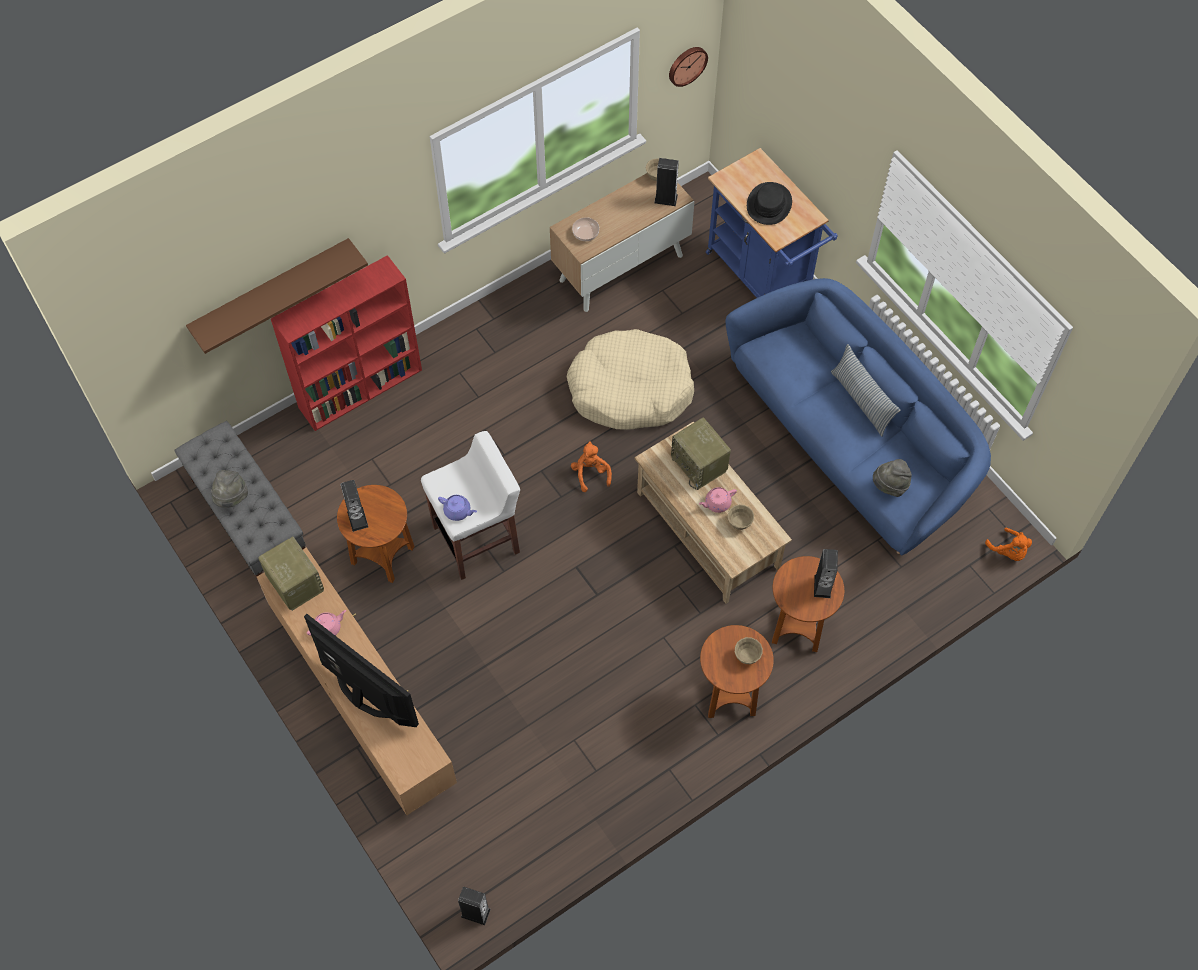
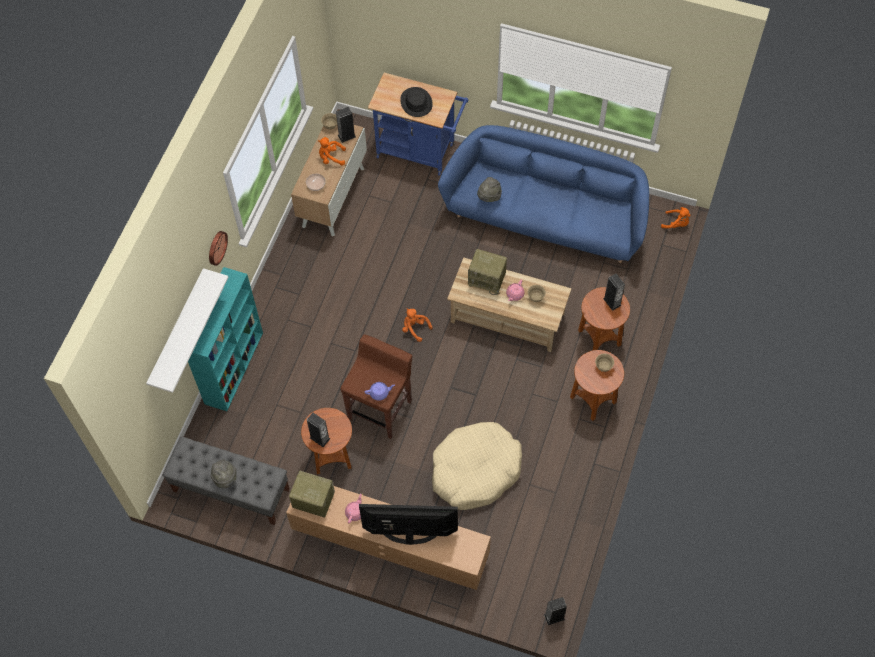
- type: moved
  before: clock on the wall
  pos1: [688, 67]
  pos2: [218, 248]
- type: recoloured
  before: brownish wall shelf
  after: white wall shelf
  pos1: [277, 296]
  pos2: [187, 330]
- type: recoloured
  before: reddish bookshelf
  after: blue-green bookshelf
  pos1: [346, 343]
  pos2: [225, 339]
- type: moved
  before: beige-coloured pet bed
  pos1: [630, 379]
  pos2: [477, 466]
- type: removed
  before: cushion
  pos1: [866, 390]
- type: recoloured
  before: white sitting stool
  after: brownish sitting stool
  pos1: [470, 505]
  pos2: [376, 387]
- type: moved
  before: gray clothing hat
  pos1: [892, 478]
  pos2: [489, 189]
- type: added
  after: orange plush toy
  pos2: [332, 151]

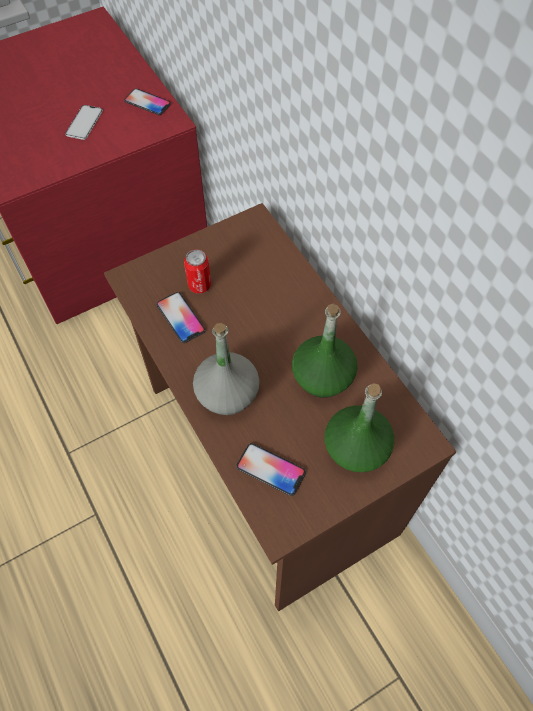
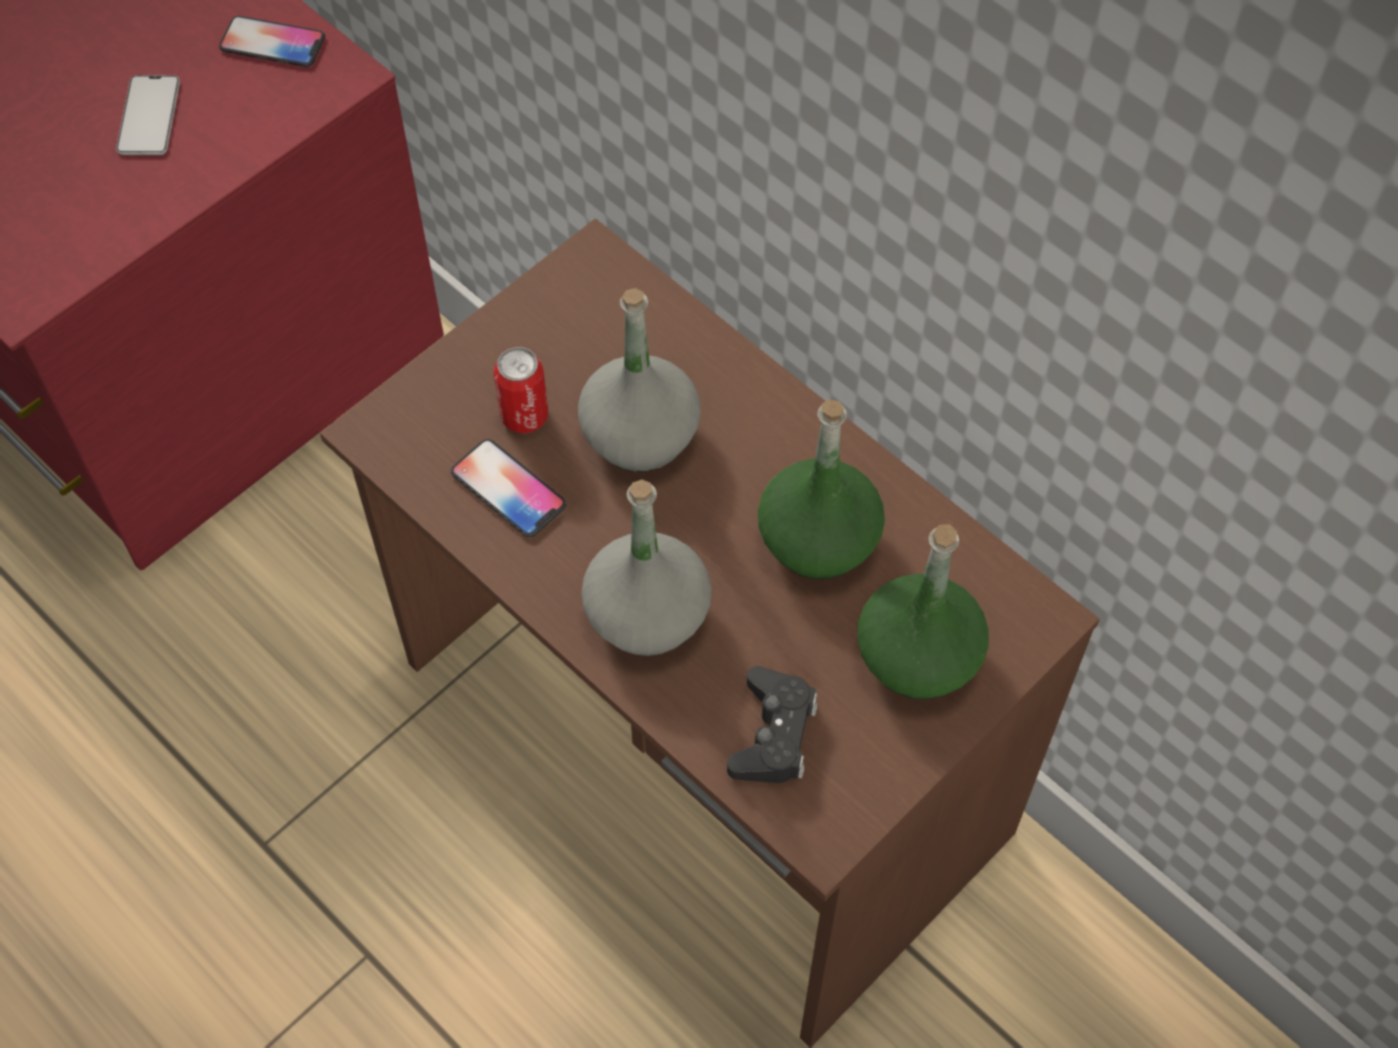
- type: replaced
  before: handset
  after: black gamepad
  pos1: [271, 469]
  pos2: [772, 724]
- type: added
  after: gray drink bottle
  pos2: [639, 380]

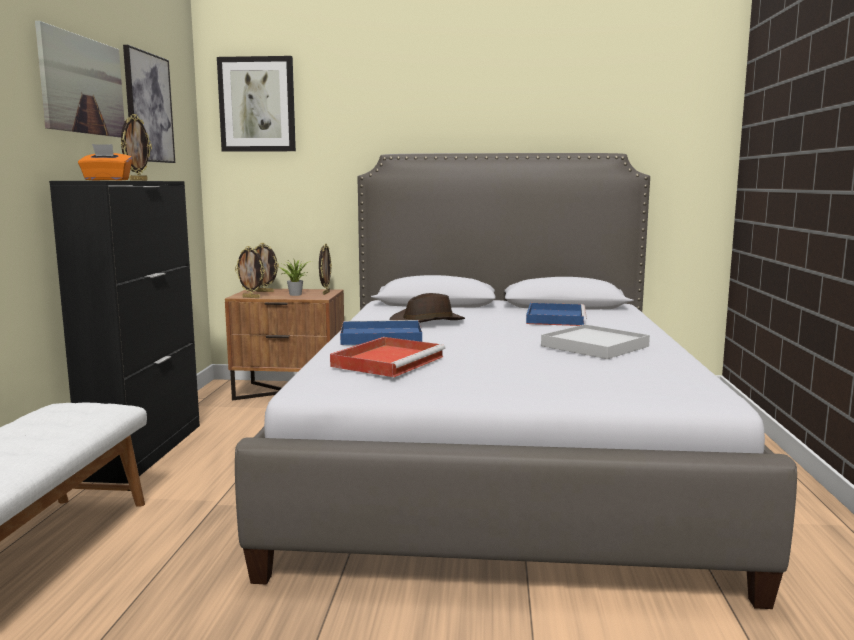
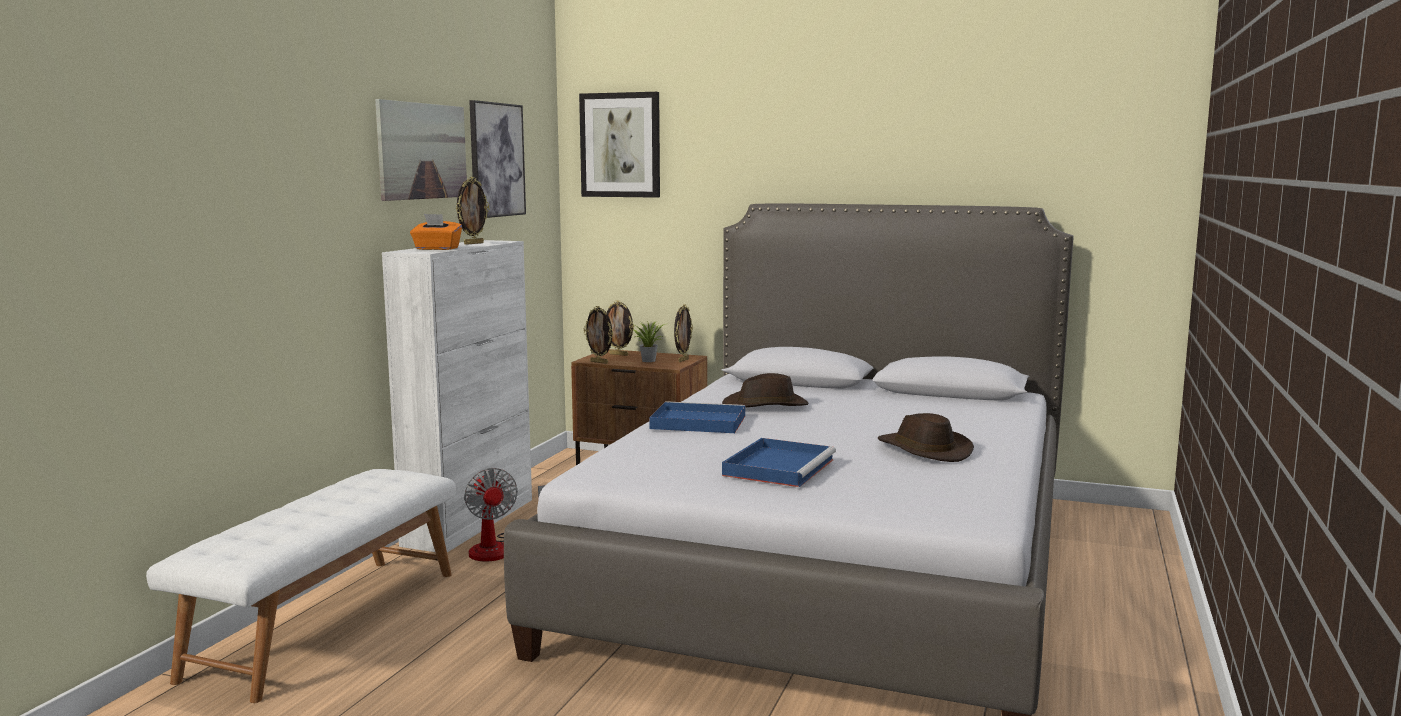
- type: recoloured
  before: black storage cabinet
  after: white storage cabinet
  pos1: [124, 332]
  pos2: [457, 396]
- type: moved
  before: blue carrying tray
  pos1: [556, 314]
  pos2: [779, 462]
- type: replaced
  before: white carrying tray
  after: brownish clothing hat
  pos1: [595, 341]
  pos2: [926, 437]
- type: removed
  before: reddish carrying tray
  pos1: [387, 357]
- type: added
  after: electric fan
  pos2: [504, 515]

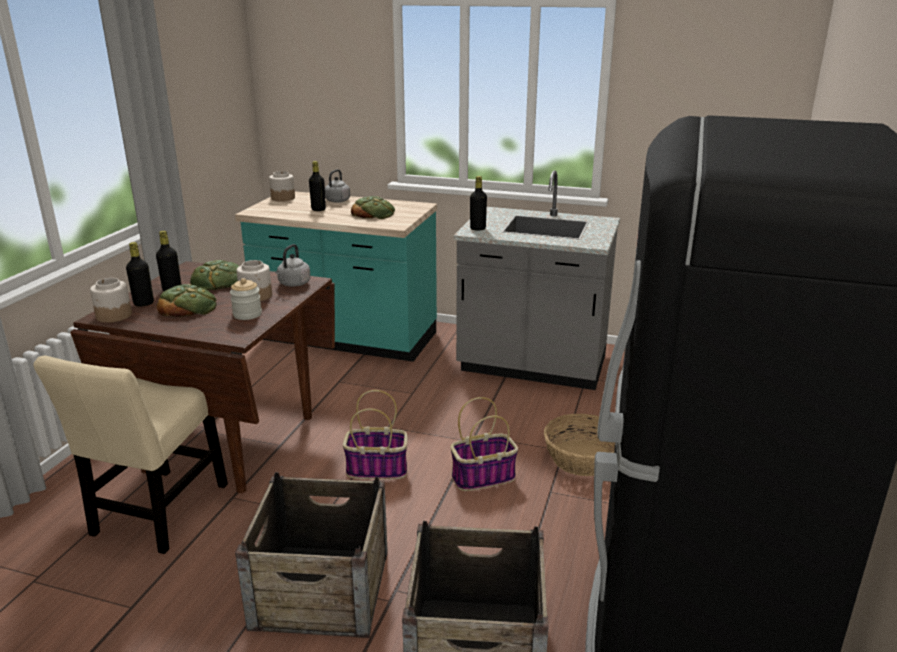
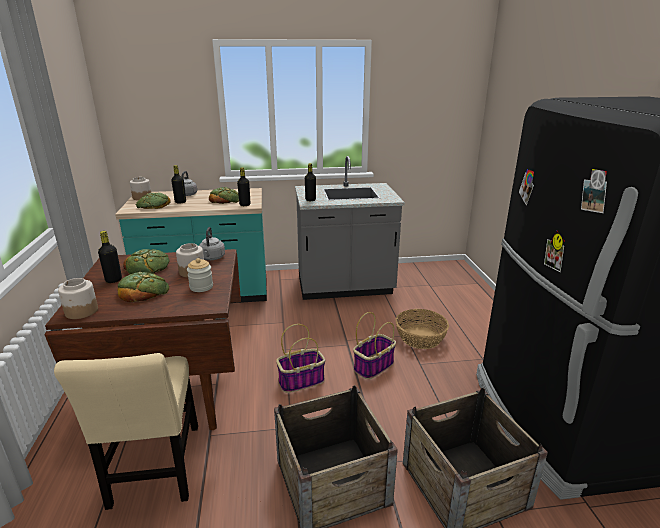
- type: moved
  before: black drink bottle
  pos1: [140, 274]
  pos2: [243, 186]
- type: added
  after: bread
  pos2: [153, 200]

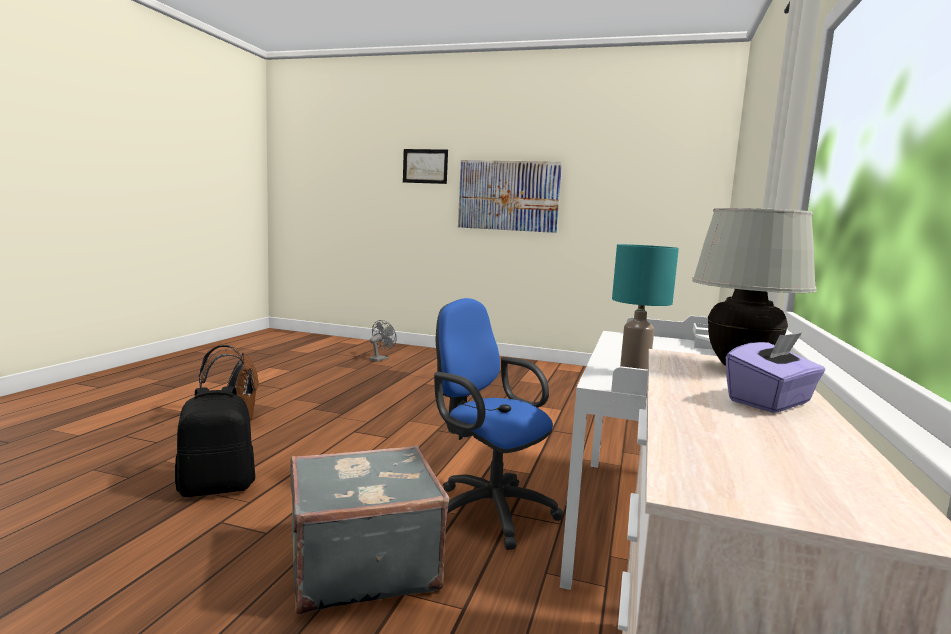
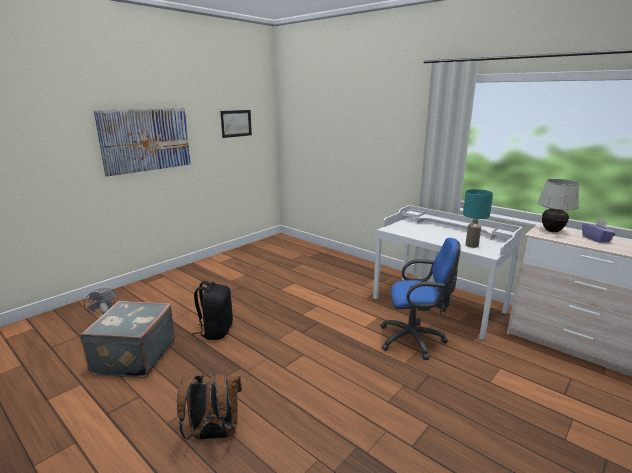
- type: moved
  before: wall picture
  pos1: [425, 166]
  pos2: [236, 124]
- type: turned
  before: blue office chair
  pos1: [498, 424]
  pos2: [420, 299]
  turn: -150
- type: moved
  before: black knapsack
  pos1: [215, 441]
  pos2: [213, 310]
- type: moved
  before: gray travel case
  pos1: [369, 530]
  pos2: [127, 339]

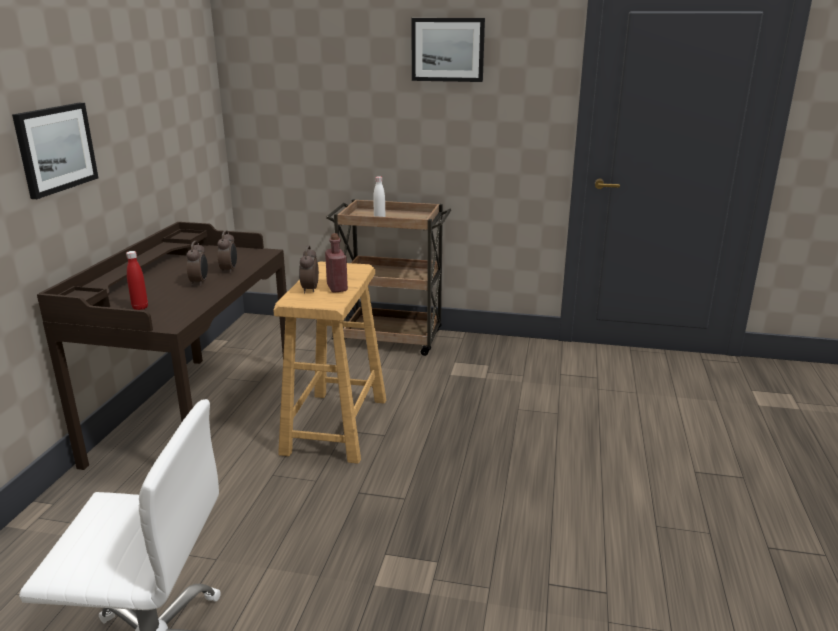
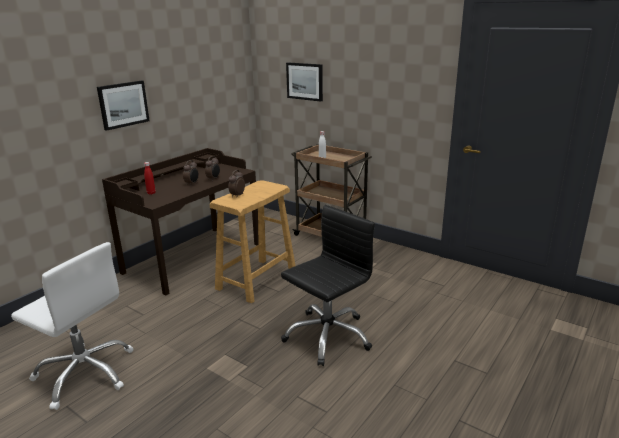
- type: moved
  before: wall picture
  pos1: [448, 50]
  pos2: [304, 82]
- type: removed
  before: reddish drink bottle
  pos1: [336, 263]
- type: added
  after: black office chair
  pos2: [328, 285]

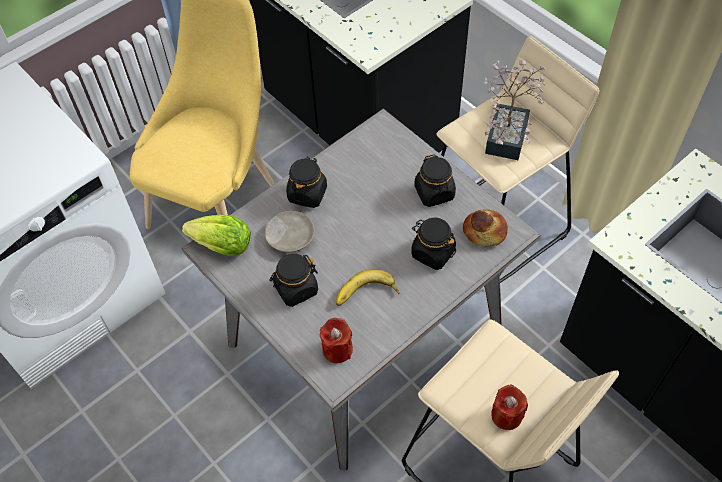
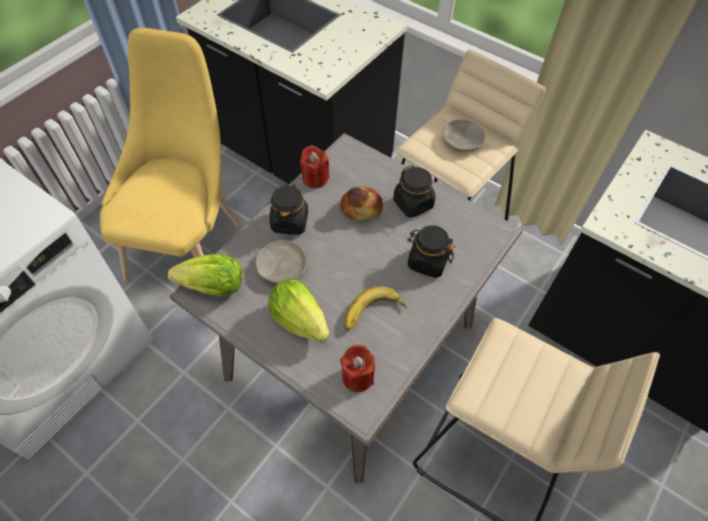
- type: replaced
  before: houseplant
  after: beige-coloured plate
  pos1: [515, 110]
  pos2: [463, 136]
- type: moved
  before: bread
  pos1: [485, 228]
  pos2: [361, 204]
- type: replaced
  before: black preserve jar
  after: lettuce
  pos1: [293, 280]
  pos2: [299, 311]
- type: moved
  before: reddish candle
  pos1: [509, 407]
  pos2: [314, 166]

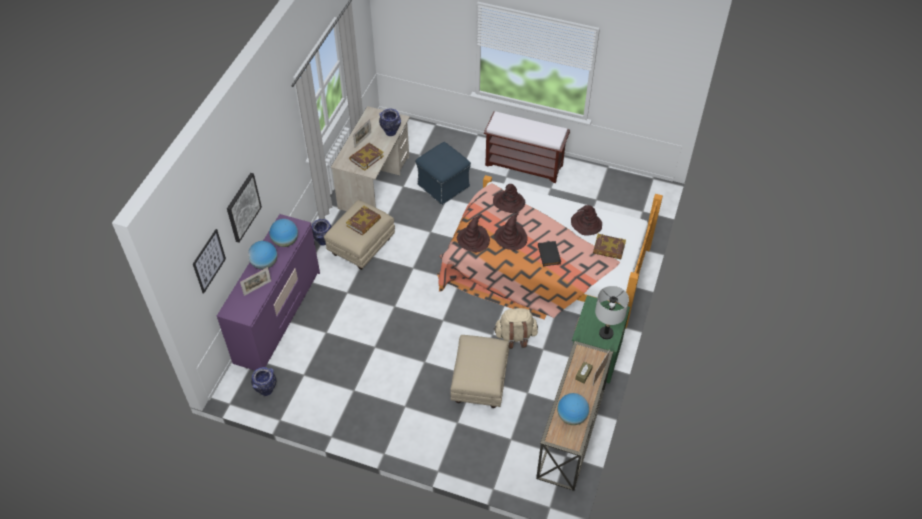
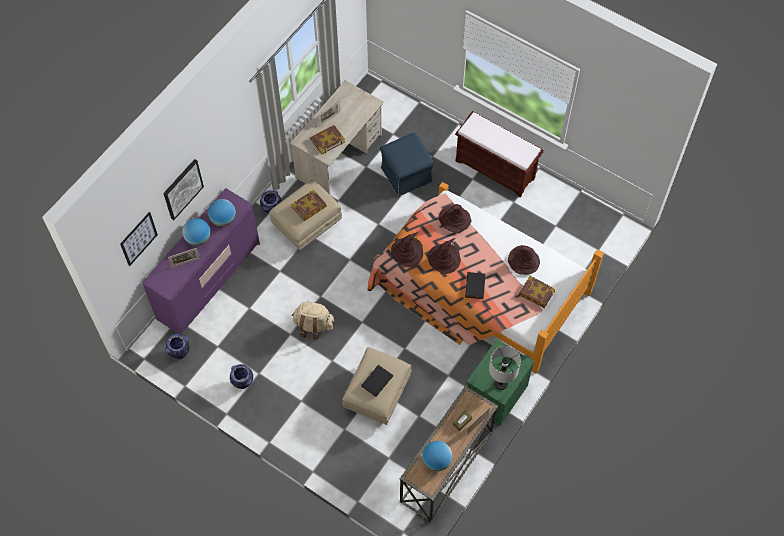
- type: moved
  before: decorative vase
  pos1: [390, 122]
  pos2: [241, 376]
- type: moved
  before: beige-coloured knapsack
  pos1: [516, 328]
  pos2: [313, 320]
- type: added
  after: black book
  pos2: [377, 381]

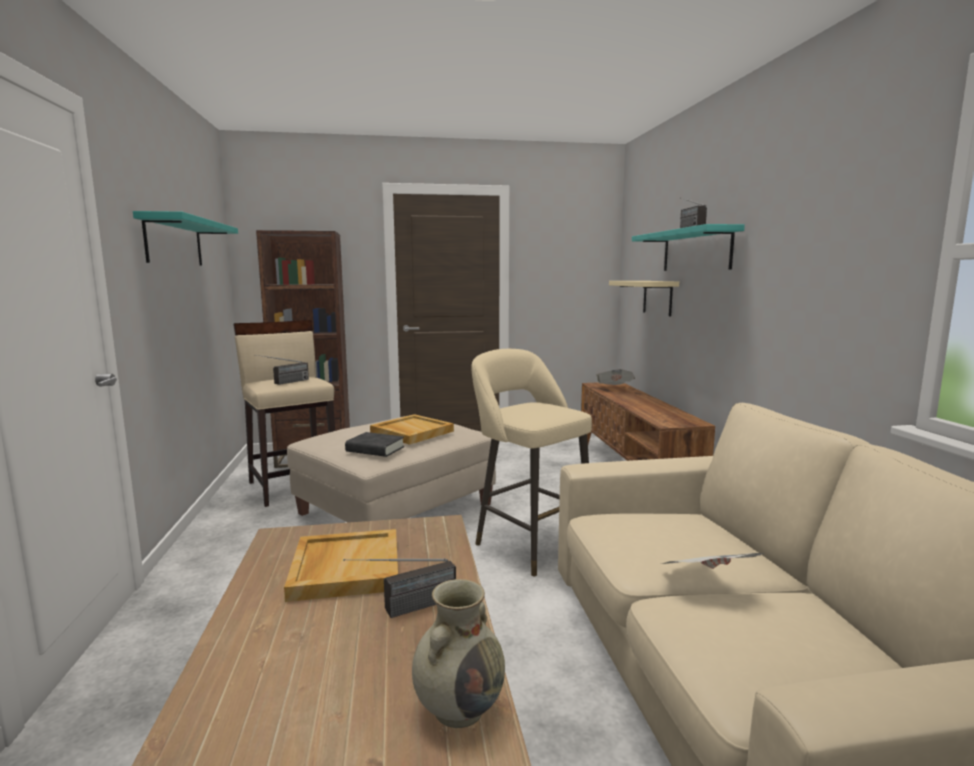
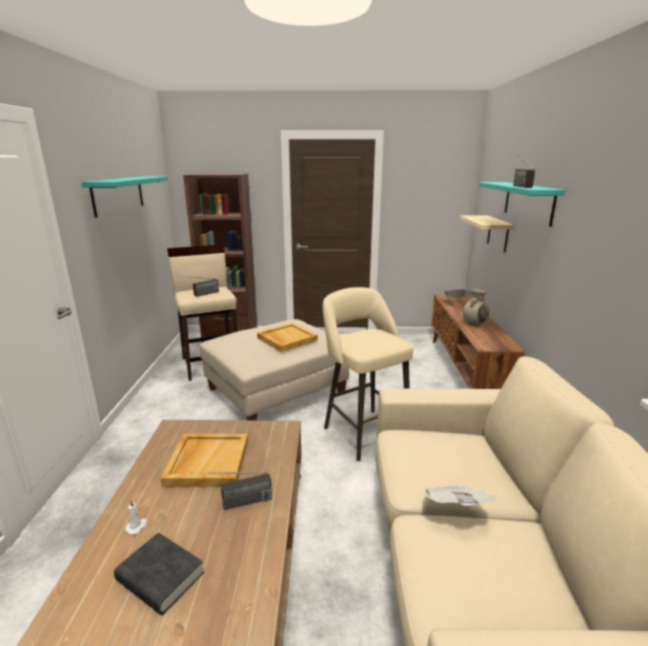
- type: moved
  before: black book
  pos1: [374, 444]
  pos2: [159, 573]
- type: moved
  before: beige-coloured decorative vase
  pos1: [458, 653]
  pos2: [476, 307]
- type: added
  after: white candle
  pos2: [136, 517]

